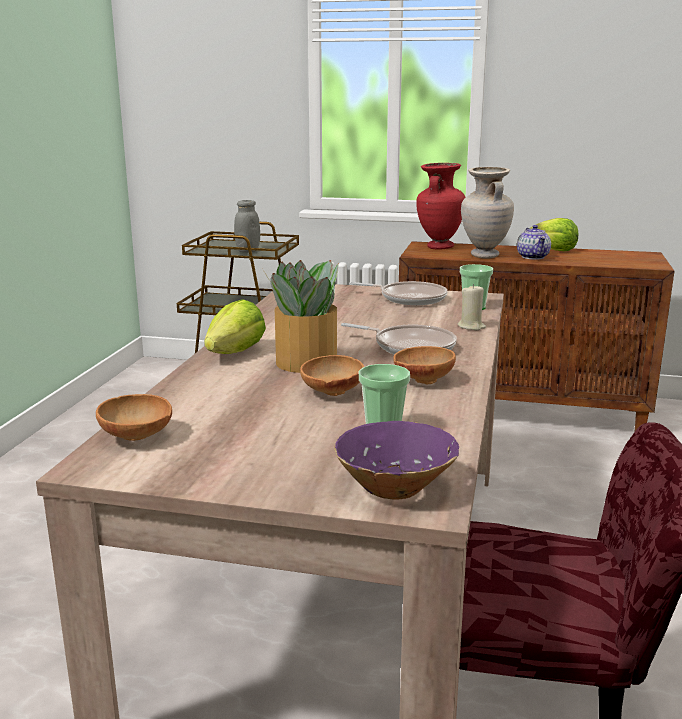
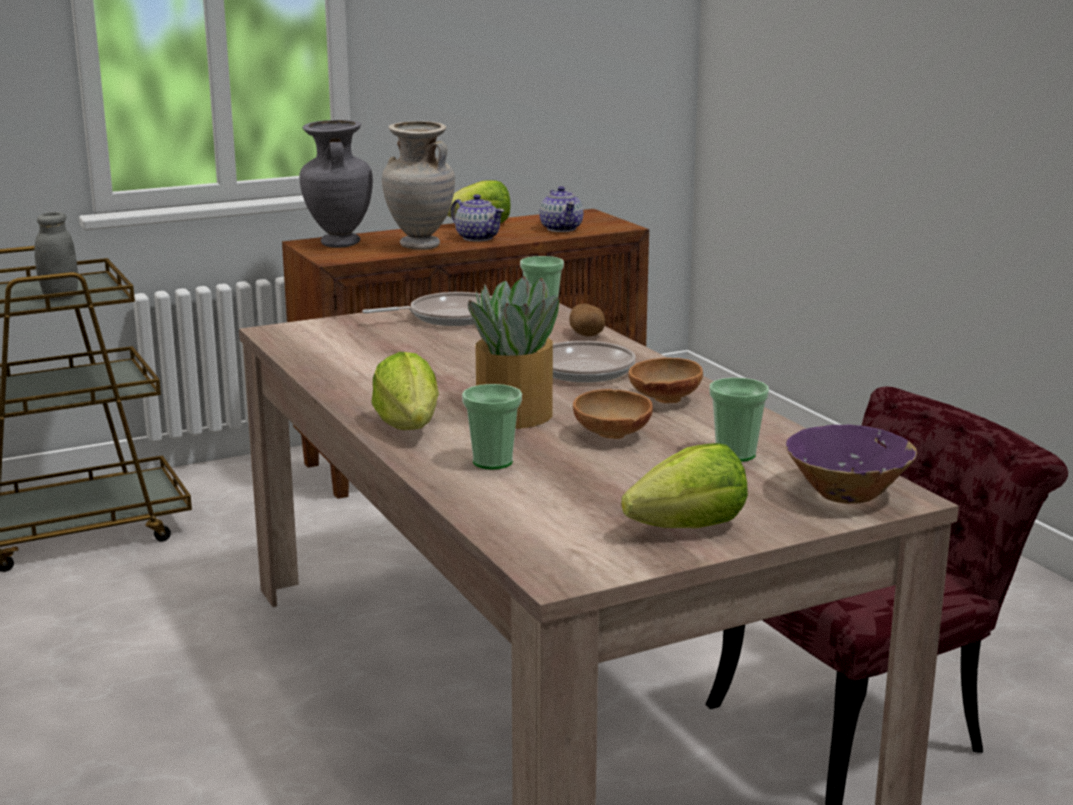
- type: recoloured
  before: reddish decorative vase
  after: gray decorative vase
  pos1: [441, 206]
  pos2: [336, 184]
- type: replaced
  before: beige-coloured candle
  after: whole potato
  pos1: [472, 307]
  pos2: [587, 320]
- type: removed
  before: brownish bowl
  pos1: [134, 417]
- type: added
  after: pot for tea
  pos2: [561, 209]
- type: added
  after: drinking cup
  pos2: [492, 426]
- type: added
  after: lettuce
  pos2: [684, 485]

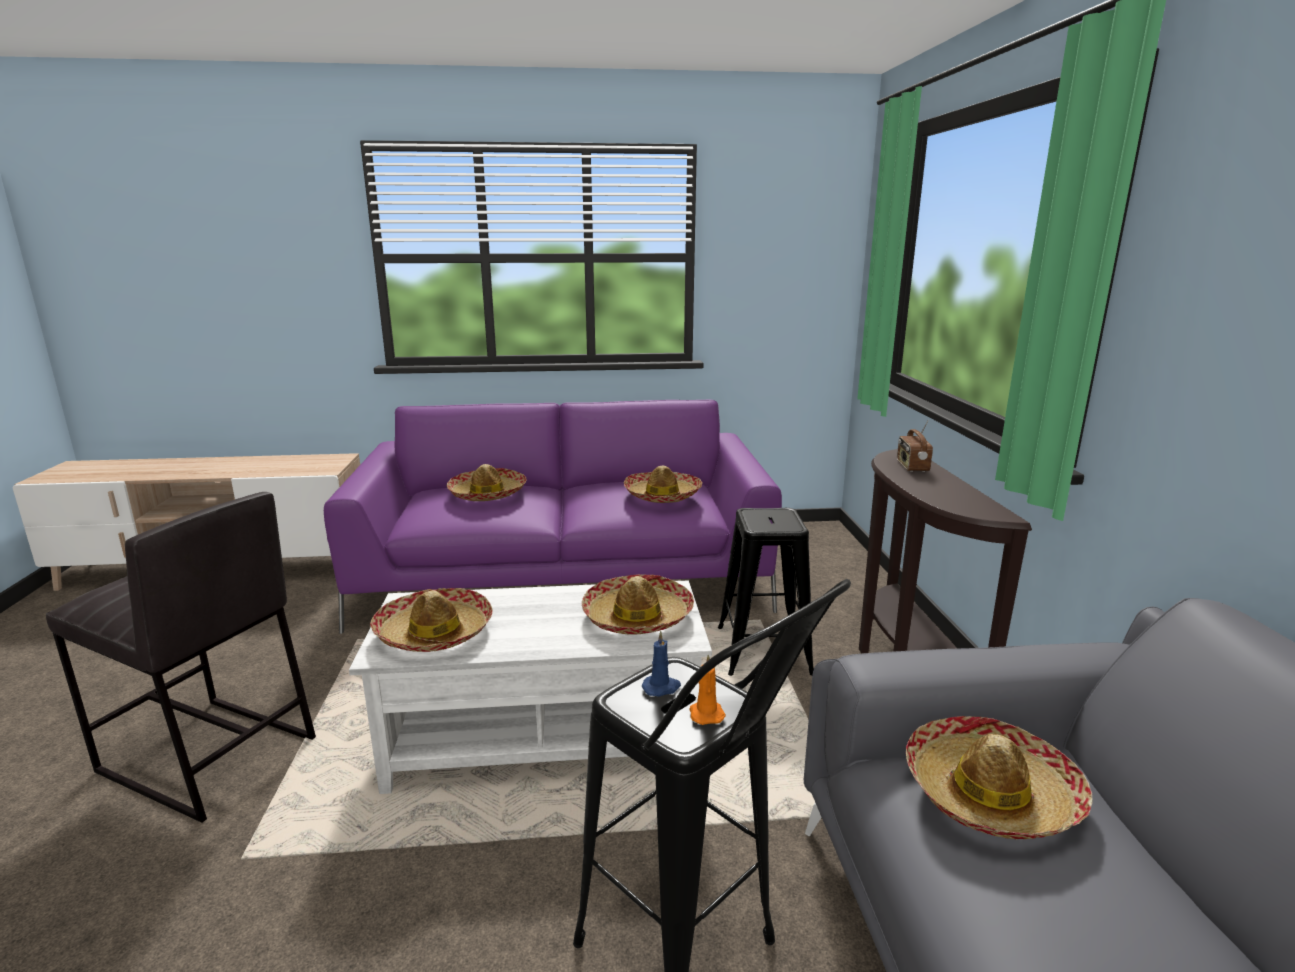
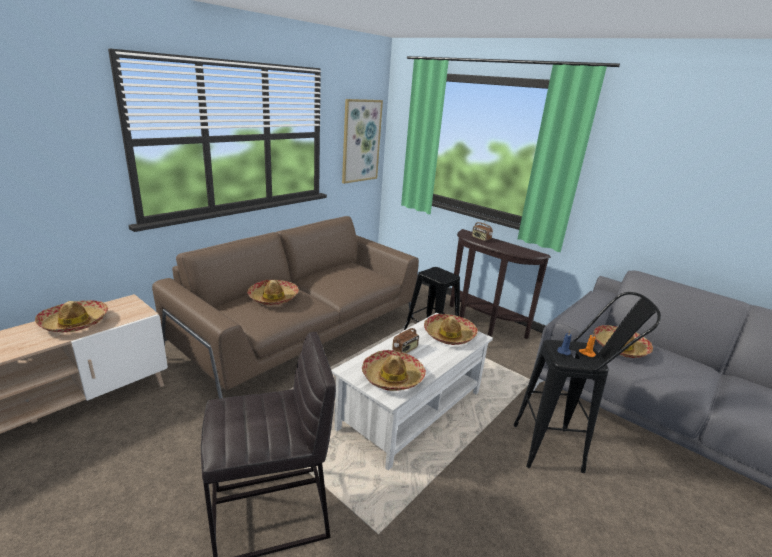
- type: recoloured
  before: purple sofa
  after: brownish sofa
  pos1: [553, 517]
  pos2: [285, 307]
- type: moved
  before: clothing hat
  pos1: [663, 484]
  pos2: [71, 316]
- type: added
  after: wall picture
  pos2: [362, 141]
- type: added
  after: radio
  pos2: [405, 337]

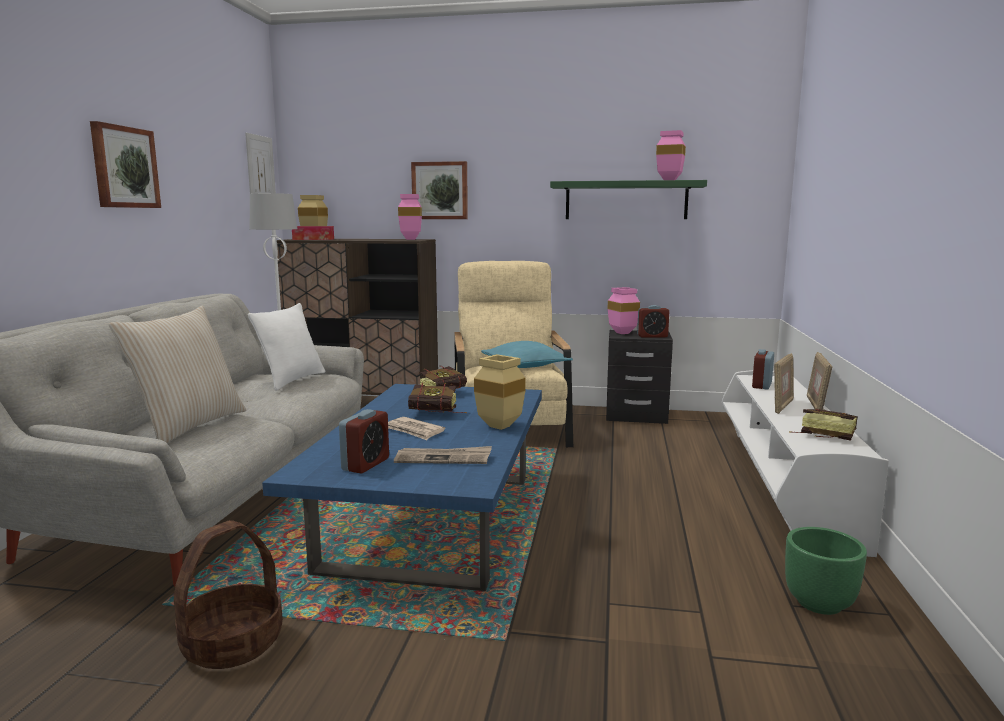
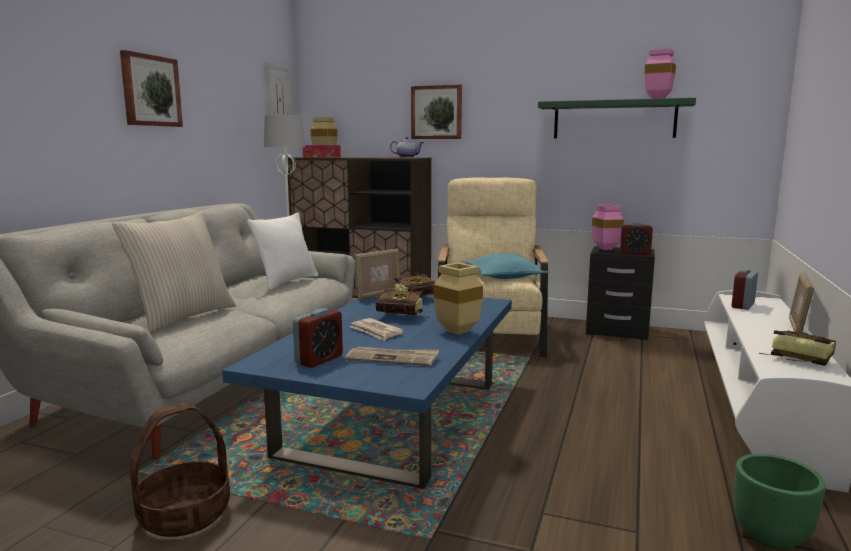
- type: replaced
  before: pink decorative vase
  after: pot for tea
  pos1: [410, 217]
  pos2: [407, 147]
- type: moved
  before: standing frame
  pos1: [784, 383]
  pos2: [377, 274]

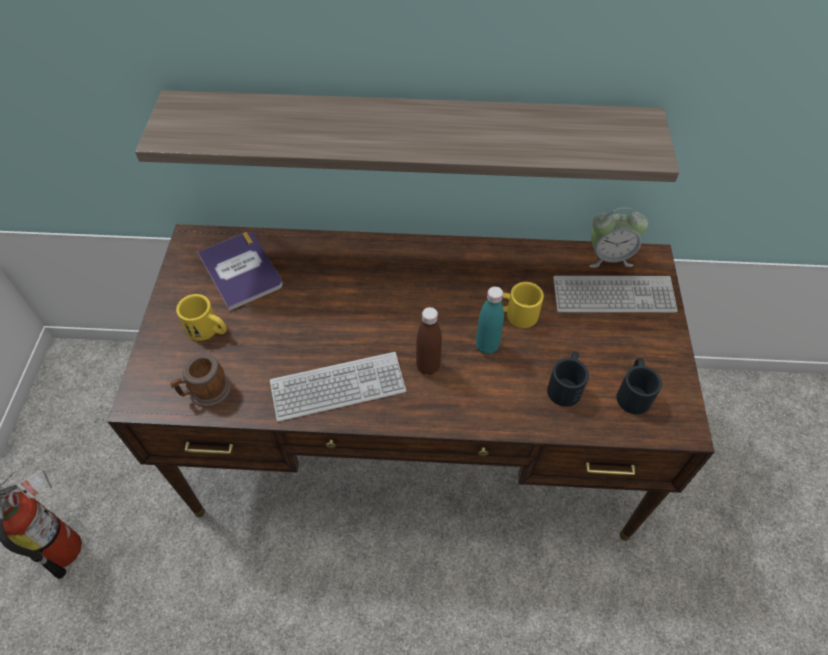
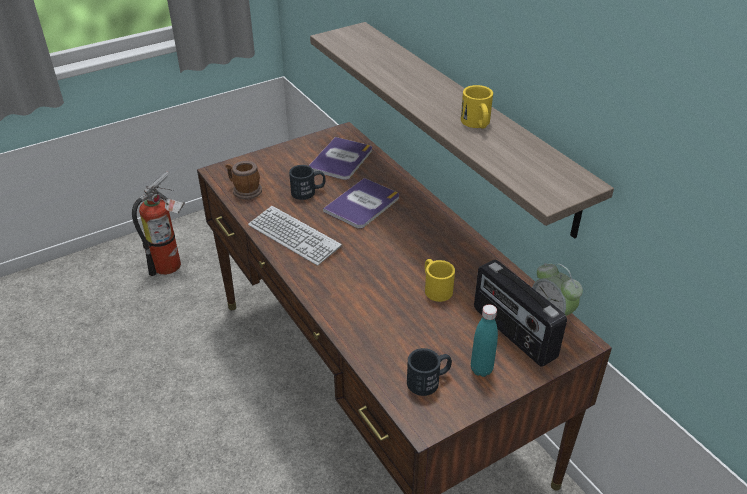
- type: replaced
  before: PC keyboard
  after: radio
  pos1: [615, 294]
  pos2: [520, 313]
- type: moved
  before: blue-green drink bottle
  pos1: [490, 320]
  pos2: [484, 341]
- type: moved
  before: yellow coffee mug
  pos1: [201, 317]
  pos2: [477, 106]
- type: removed
  before: brownish drink bottle
  pos1: [429, 341]
- type: moved
  before: black coffee mug
  pos1: [568, 379]
  pos2: [307, 182]
- type: added
  after: book
  pos2: [361, 203]

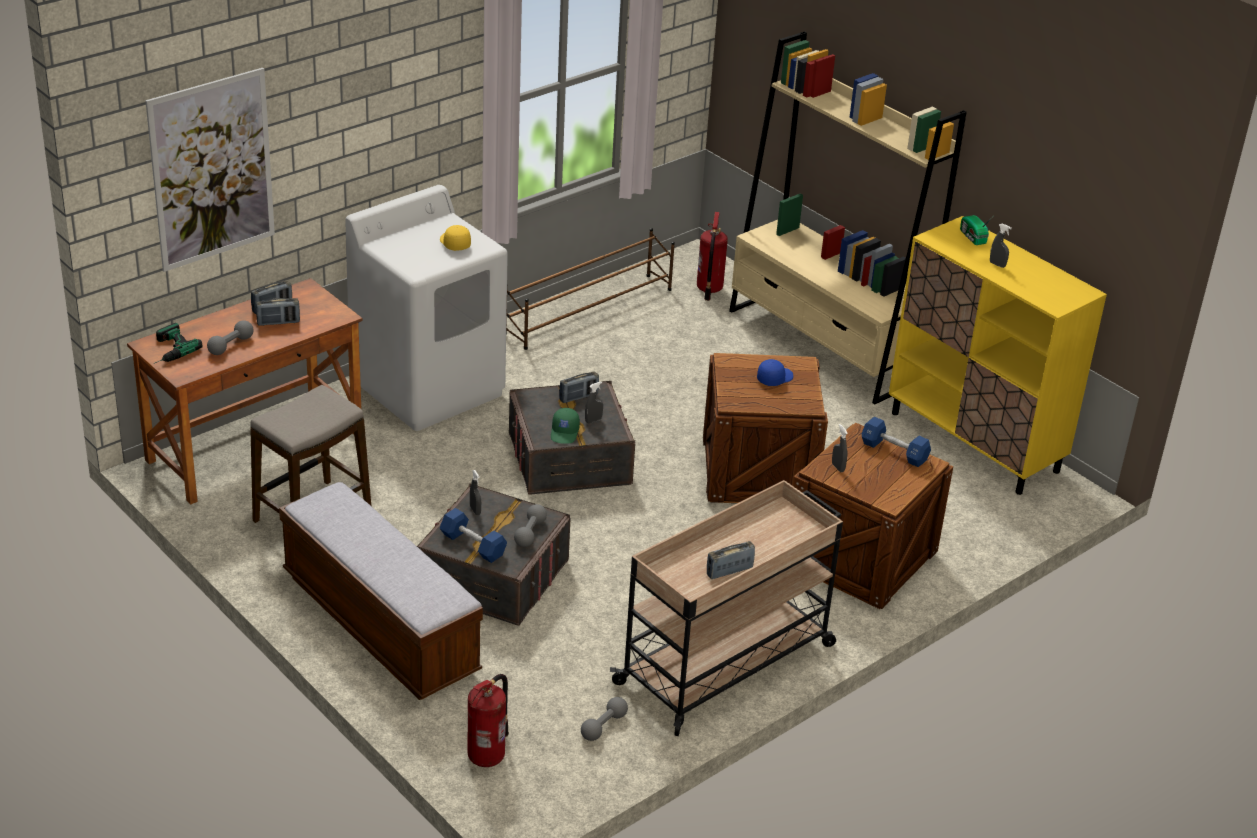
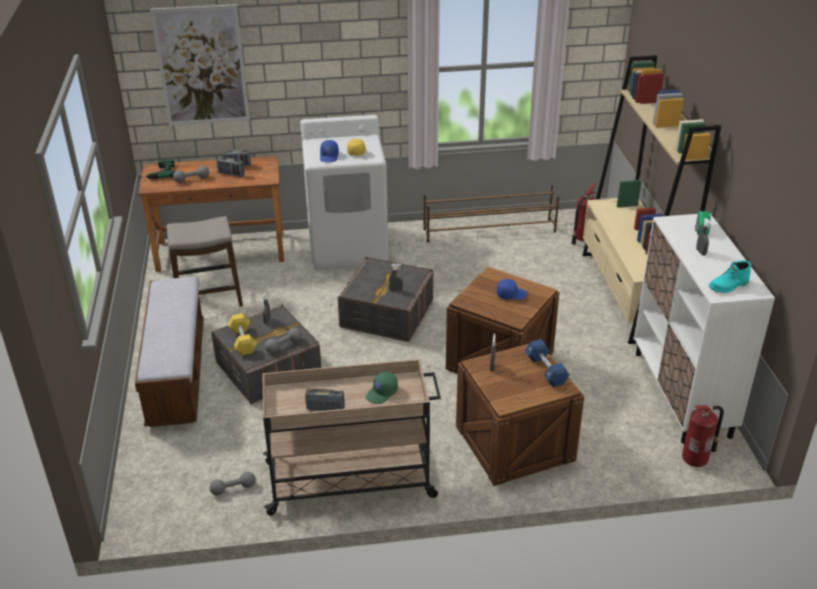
- type: recoloured
  before: yellow storage cabinet
  after: white storage cabinet
  pos1: [998, 355]
  pos2: [704, 329]
- type: removed
  before: radio
  pos1: [579, 387]
- type: moved
  before: green cap
  pos1: [565, 426]
  pos2: [382, 388]
- type: recoloured
  before: blue dumbbell
  after: yellow dumbbell
  pos1: [473, 535]
  pos2: [242, 334]
- type: moved
  before: fire extinguisher
  pos1: [488, 720]
  pos2: [703, 436]
- type: added
  after: blue cap
  pos2: [329, 151]
- type: added
  after: blue-green high-top boot
  pos2: [730, 276]

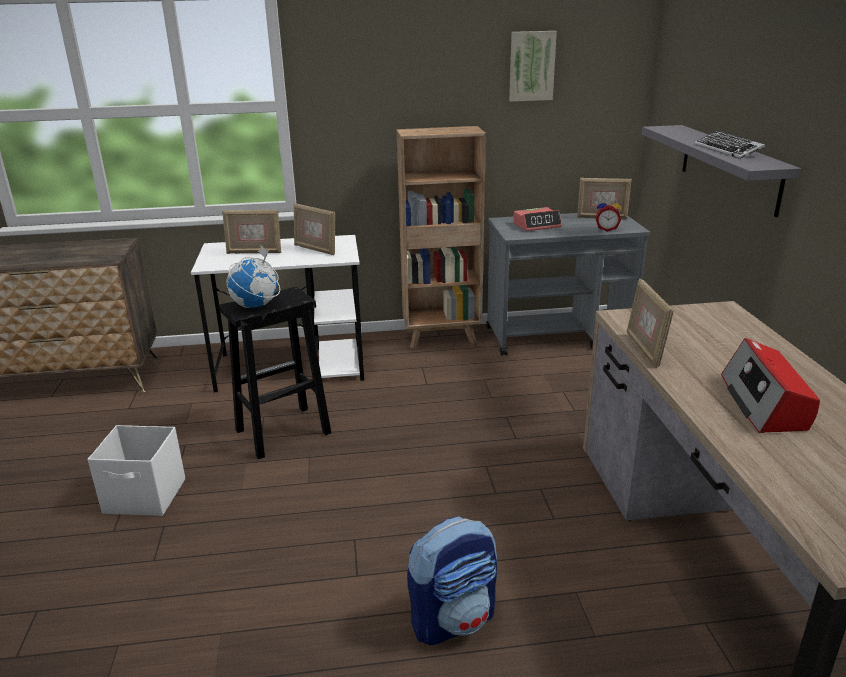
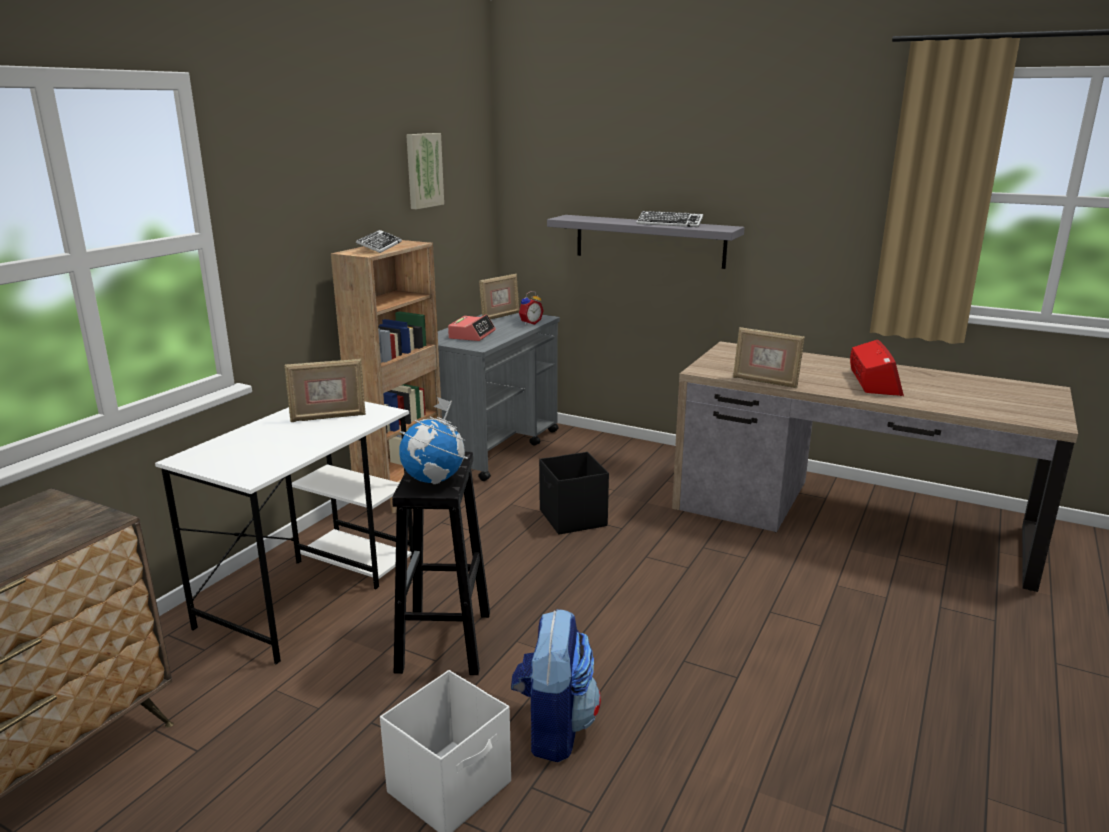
- type: removed
  before: standing frame
  pos1: [251, 231]
- type: turned
  before: radio
  pos1: [770, 385]
  pos2: [877, 368]
  turn: -120
- type: moved
  before: knapsack
  pos1: [452, 580]
  pos2: [556, 685]
- type: added
  after: PC keyboard
  pos2: [379, 241]
- type: added
  after: black storage bin
  pos2: [574, 493]

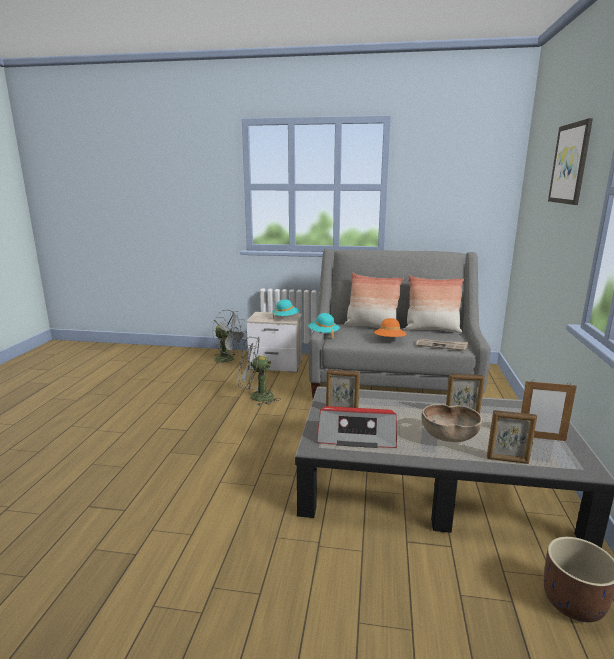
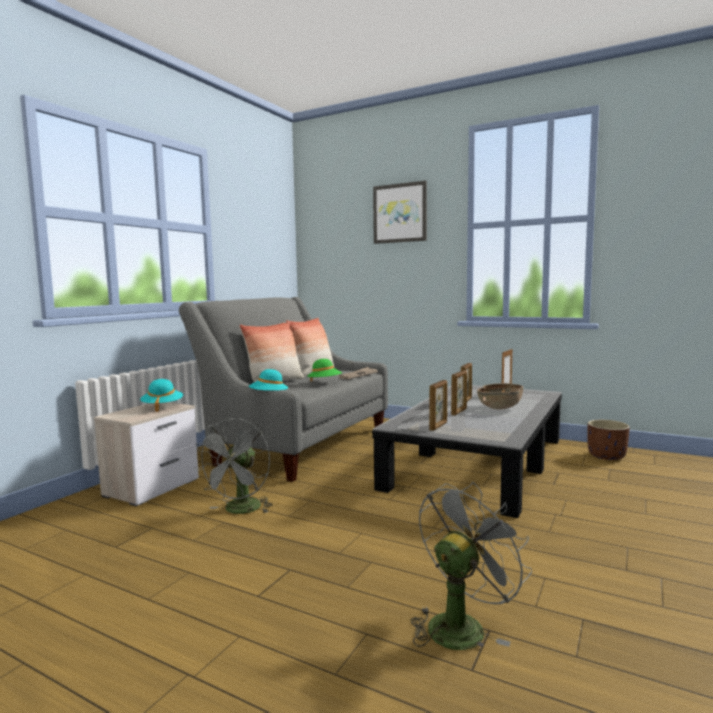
- type: moved
  before: gray electric fan
  pos1: [230, 338]
  pos2: [471, 566]
- type: recoloured
  before: orange clothing hat
  after: green clothing hat
  pos1: [390, 327]
  pos2: [324, 370]
- type: removed
  before: radio
  pos1: [357, 427]
- type: moved
  before: standing frame
  pos1: [512, 437]
  pos2: [459, 393]

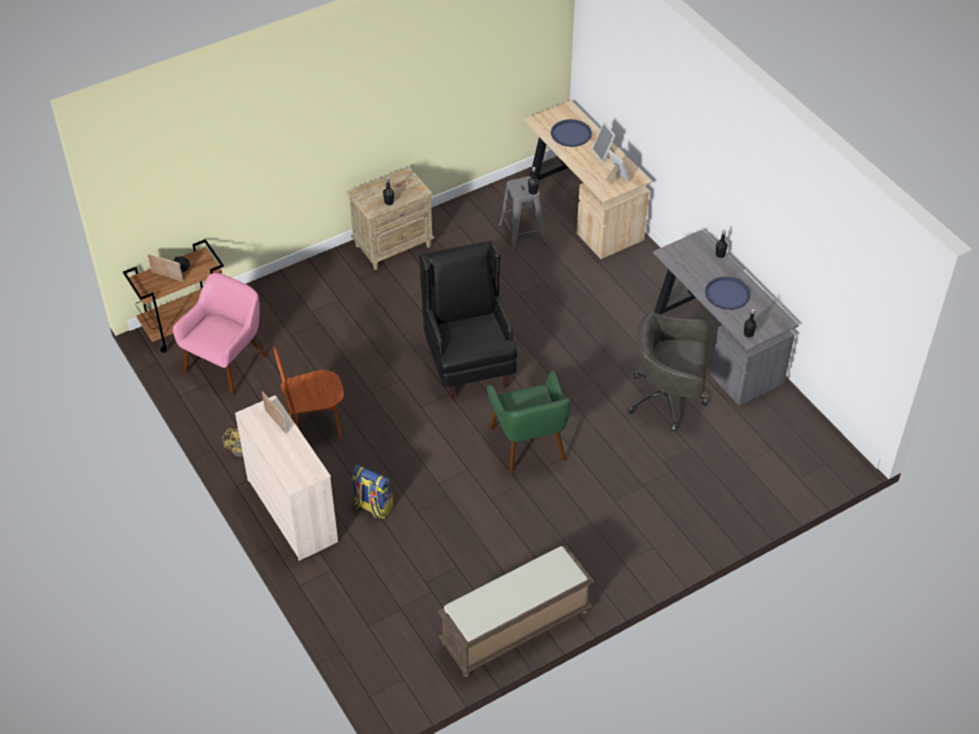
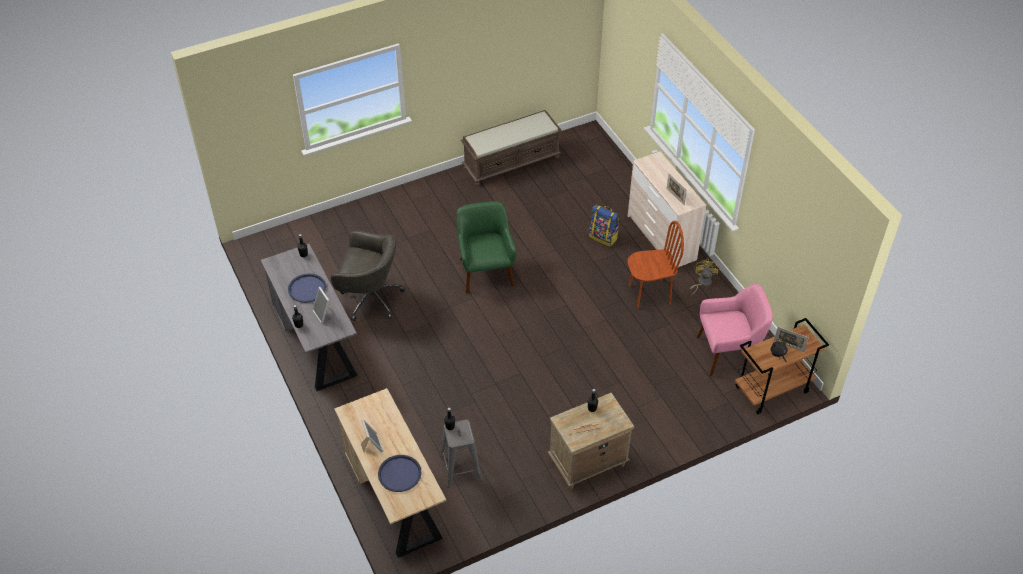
- type: moved
  before: standing frame
  pos1: [618, 167]
  pos2: [323, 305]
- type: removed
  before: black armchair
  pos1: [468, 320]
- type: turned
  before: pink armchair
  pos1: [219, 334]
  pos2: [735, 329]
  turn: -135

